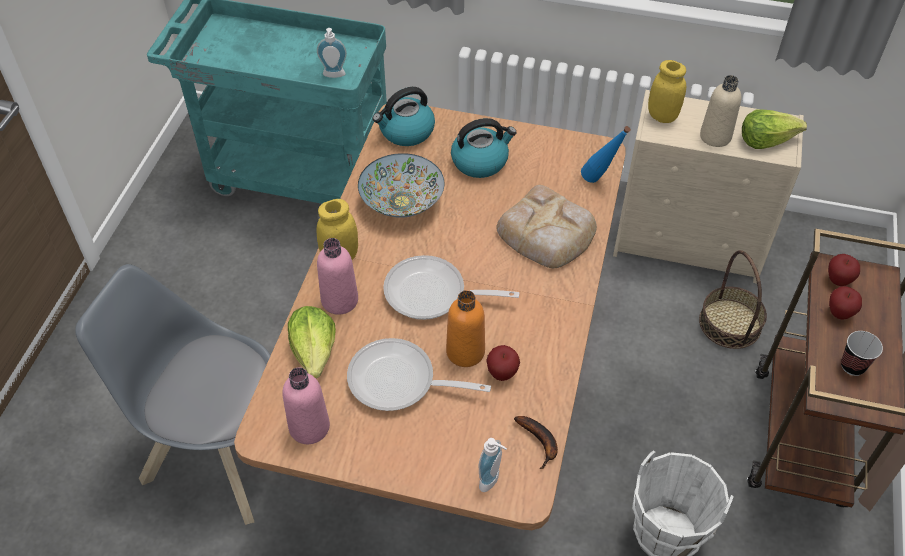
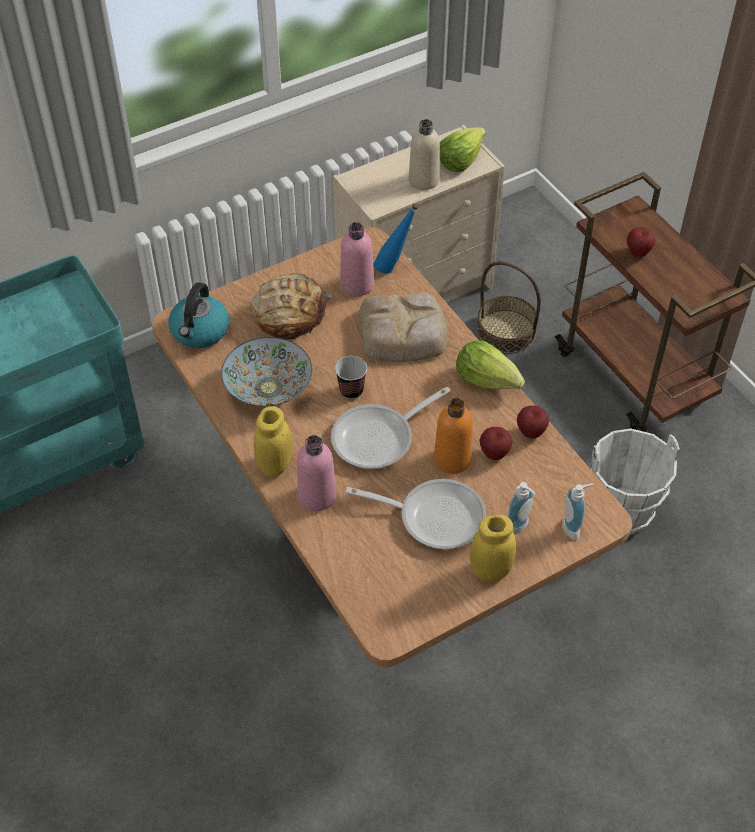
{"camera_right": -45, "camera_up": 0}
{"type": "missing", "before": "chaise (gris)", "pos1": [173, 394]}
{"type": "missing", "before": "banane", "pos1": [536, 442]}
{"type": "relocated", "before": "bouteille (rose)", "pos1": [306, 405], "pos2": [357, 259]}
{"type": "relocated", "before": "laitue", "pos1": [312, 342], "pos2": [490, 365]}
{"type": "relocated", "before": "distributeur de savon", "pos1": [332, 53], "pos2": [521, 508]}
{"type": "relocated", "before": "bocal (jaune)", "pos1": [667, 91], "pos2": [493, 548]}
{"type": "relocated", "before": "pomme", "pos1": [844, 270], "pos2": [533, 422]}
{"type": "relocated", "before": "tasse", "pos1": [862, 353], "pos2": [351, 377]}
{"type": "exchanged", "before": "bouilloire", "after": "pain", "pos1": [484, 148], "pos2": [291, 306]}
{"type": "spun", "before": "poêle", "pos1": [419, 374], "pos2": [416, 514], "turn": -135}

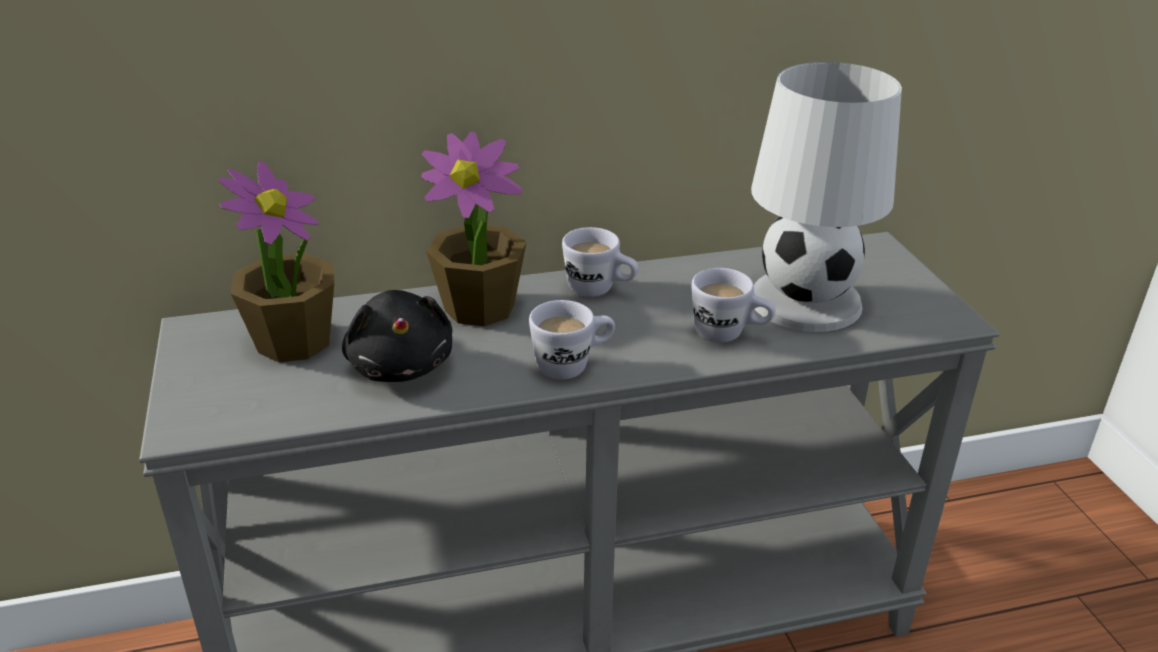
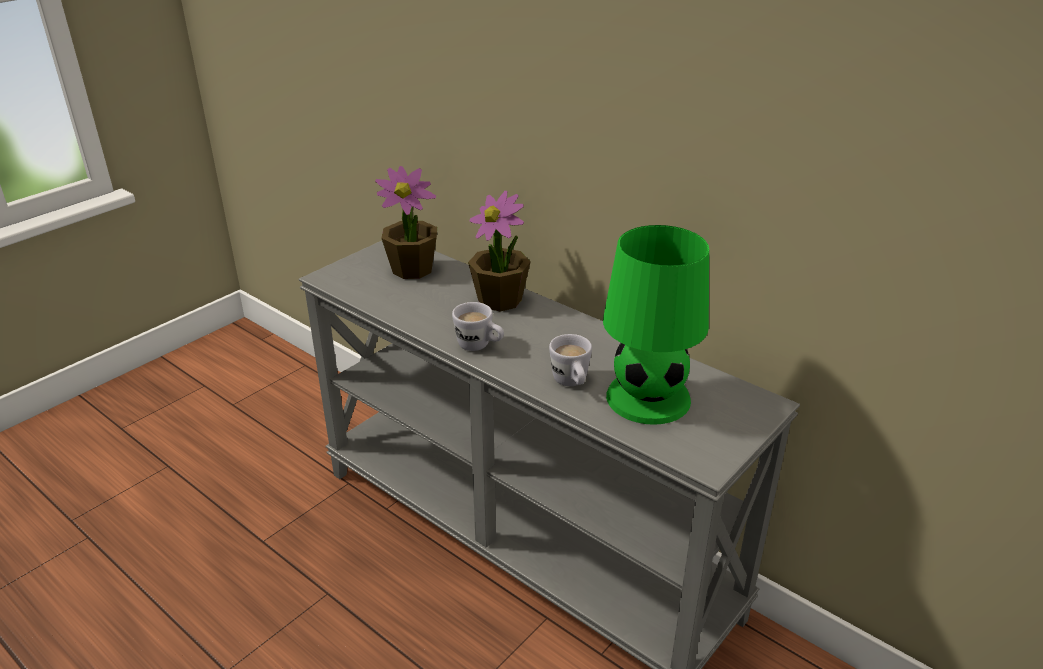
{"camera_right": 55, "camera_up": 0}
{"type": "missing", "before": "peluche (noir)", "pos1": [397, 336]}
{"type": "missing", "before": "mug (blanc)", "pos1": [600, 262]}
{"type": "colour", "before": "lampe de table (blanc)", "after": "lampe de table (vert)", "pos1": [826, 197], "pos2": [656, 325]}

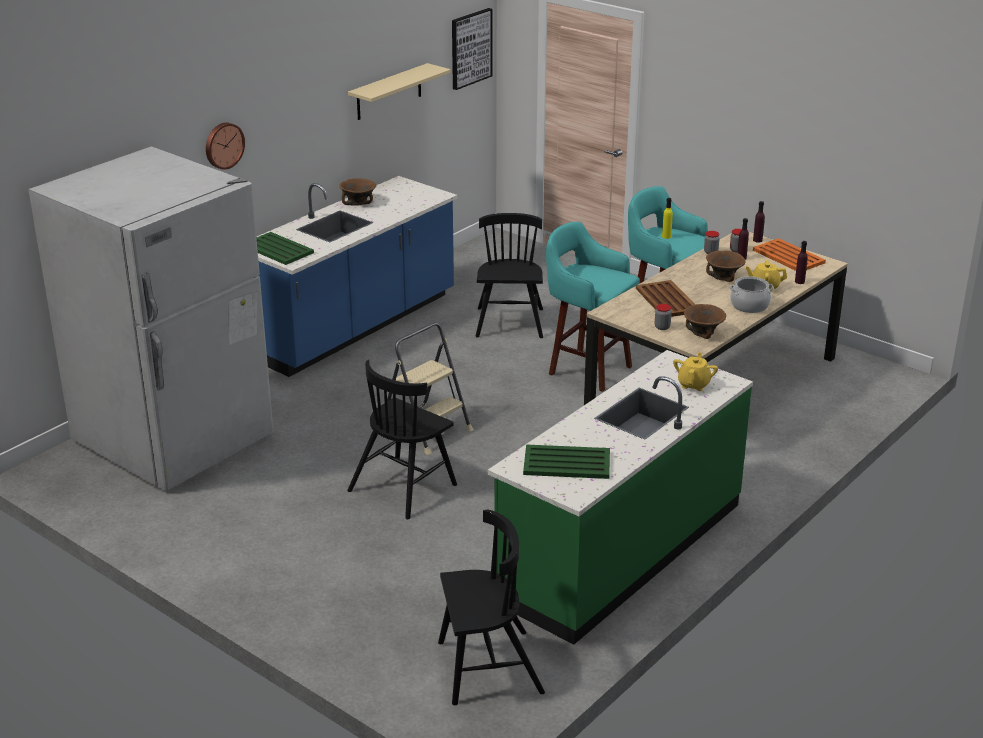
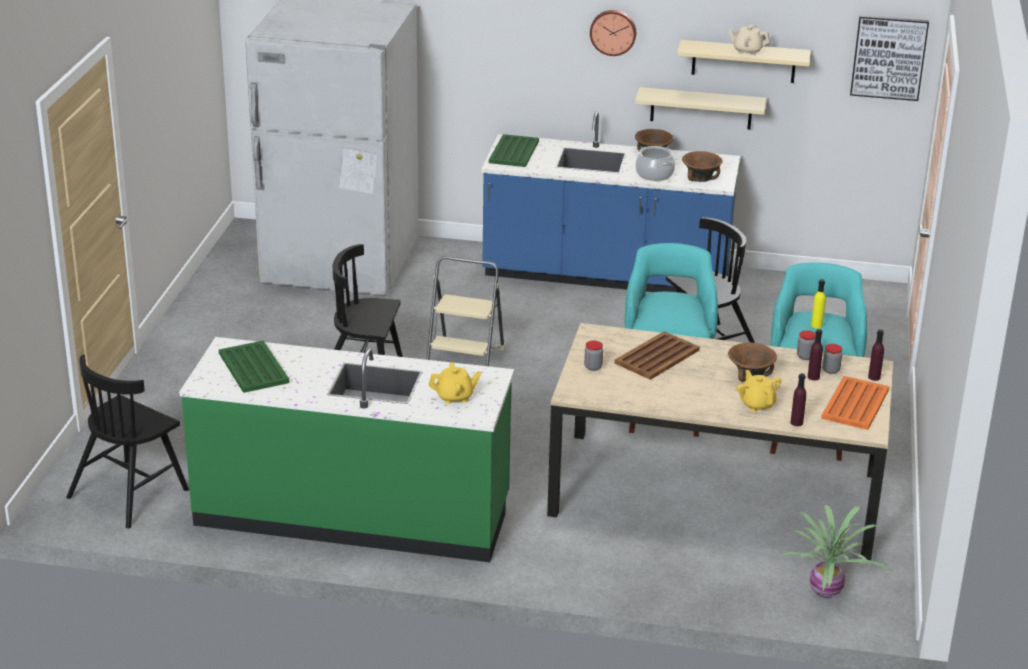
{"camera_right": 60, "camera_up": 0}
{"type": "appeared", "after": "étagère (beige)", "pos2": [701, 108]}
{"type": "appeared", "after": "théière (beige)", "pos2": [749, 40]}
{"type": "appeared", "after": "plante en pot", "pos2": [836, 551]}
{"type": "relocated", "before": "horloge murale", "pos1": [225, 146], "pos2": [613, 33]}
{"type": "relocated", "before": "bol (marron)", "pos1": [705, 321], "pos2": [702, 166]}
{"type": "relocated", "before": "marmite", "pos1": [751, 294], "pos2": [655, 163]}
{"type": "spun", "before": "chaise (noir)", "pos1": [491, 607], "pos2": [127, 441], "turn": 75}

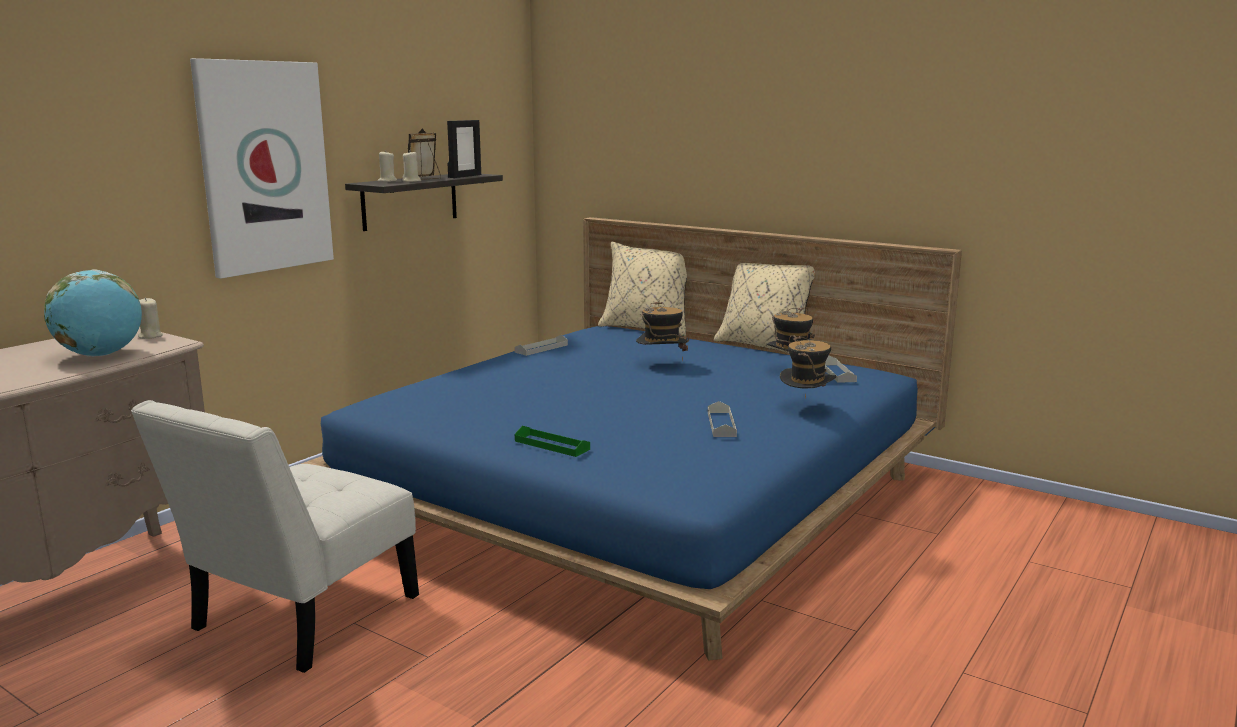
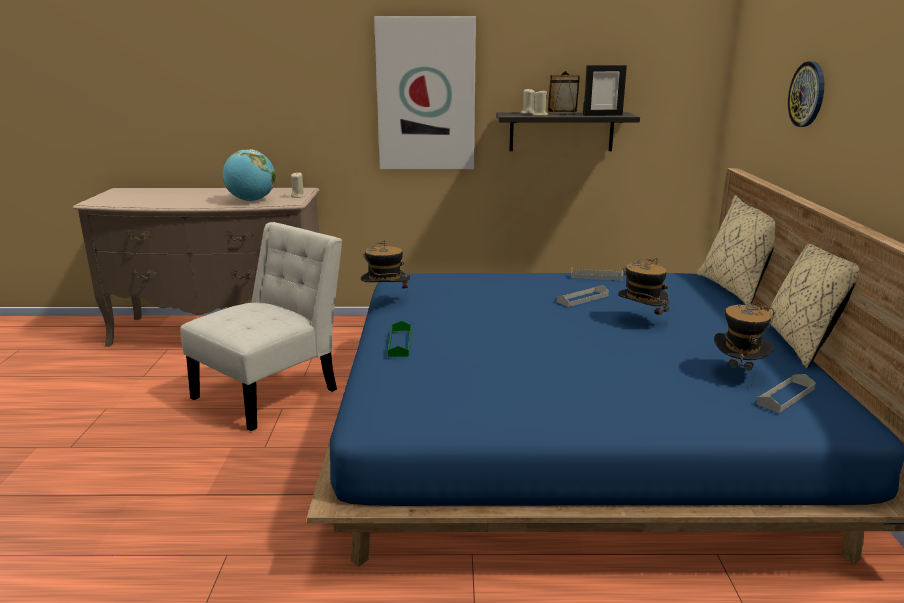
{"camera_right": 55, "camera_up": 5}
{"type": "appeared", "after": "horloge murale", "pos2": [806, 94]}
{"type": "relocated", "before": "plateau (gris)", "pos1": [722, 419], "pos2": [583, 296]}
{"type": "relocated", "before": "chapeau", "pos1": [808, 367], "pos2": [385, 264]}
{"type": "spun", "before": "chaise (blanc)", "pos1": [275, 536], "pos2": [261, 326], "turn": 135}

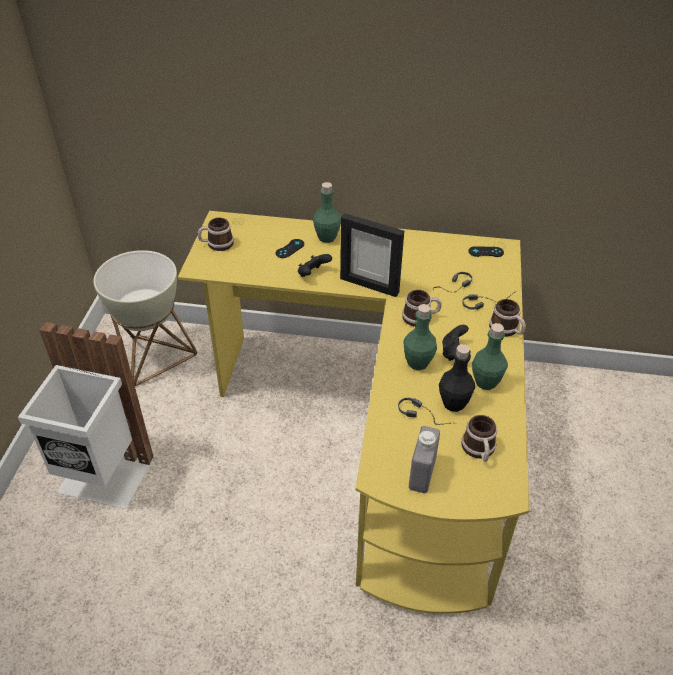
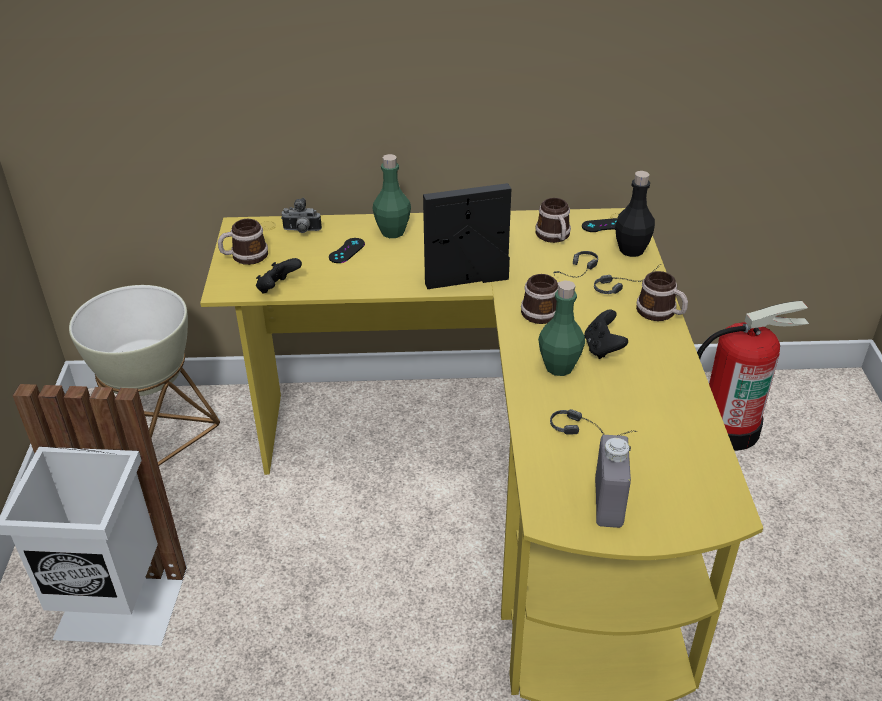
{"camera_right": -10, "camera_up": -5}
{"type": "missing", "before": "bouteille (vert)", "pos1": [490, 356]}
{"type": "appeared", "after": "appareil photo", "pos2": [301, 215]}
{"type": "appeared", "after": "extincteur", "pos2": [753, 376]}
{"type": "relocated", "before": "manette (noir)", "pos1": [315, 265], "pos2": [279, 276]}
{"type": "relocated", "before": "bouteille (noir)", "pos1": [457, 378], "pos2": [635, 214]}
{"type": "relocated", "before": "mug", "pos1": [479, 438], "pos2": [553, 220]}
{"type": "spun", "before": "cadre photo", "pos1": [372, 255], "pos2": [467, 236], "turn": 150}

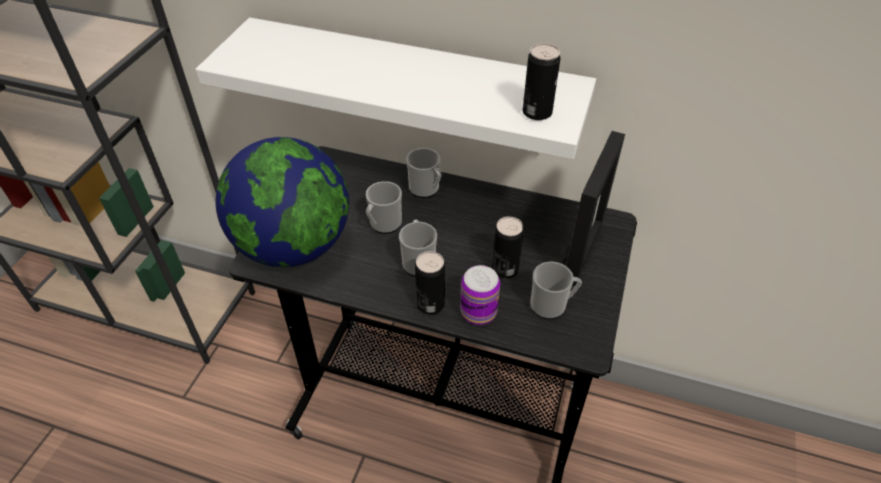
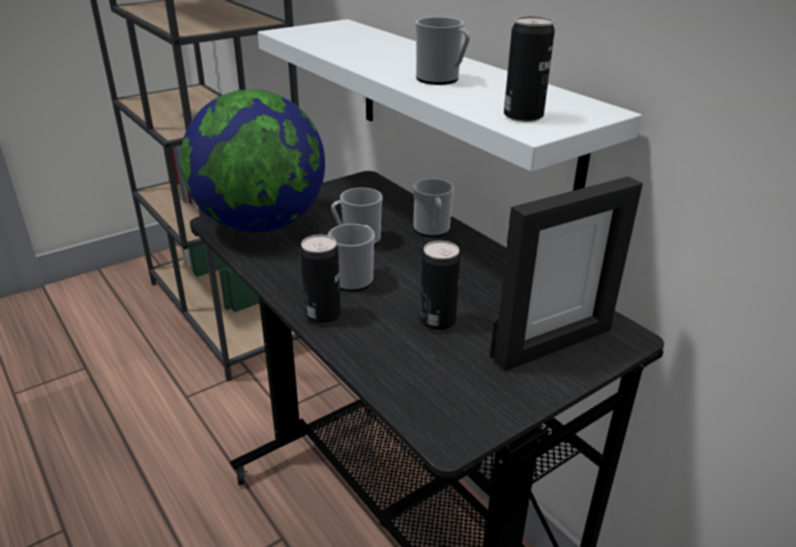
{"camera_right": 35, "camera_up": -15}
{"type": "missing", "before": "boîte métallique", "pos1": [480, 295]}
{"type": "relocated", "before": "mug", "pos1": [556, 290], "pos2": [442, 51]}

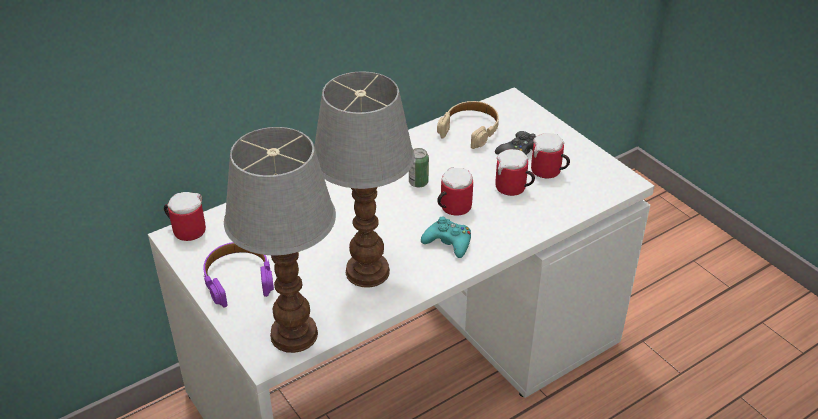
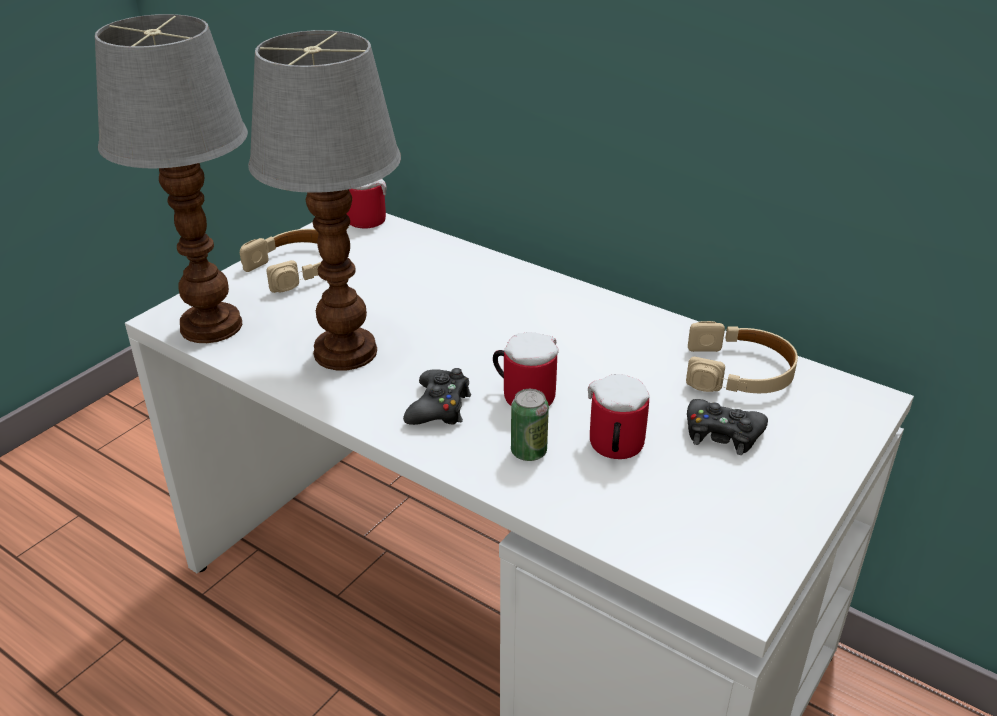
{"camera_right": 70, "camera_up": -5}
{"type": "missing", "before": "mug", "pos1": [550, 155]}
{"type": "relocated", "before": "boîte métallique", "pos1": [419, 167], "pos2": [530, 425]}
{"type": "colour", "before": "casque audio (violet)", "after": "casque audio (beige)", "pos1": [238, 274], "pos2": [280, 261]}
{"type": "colour", "before": "manette (turquoise)", "after": "manette (noir)", "pos1": [446, 237], "pos2": [437, 396]}

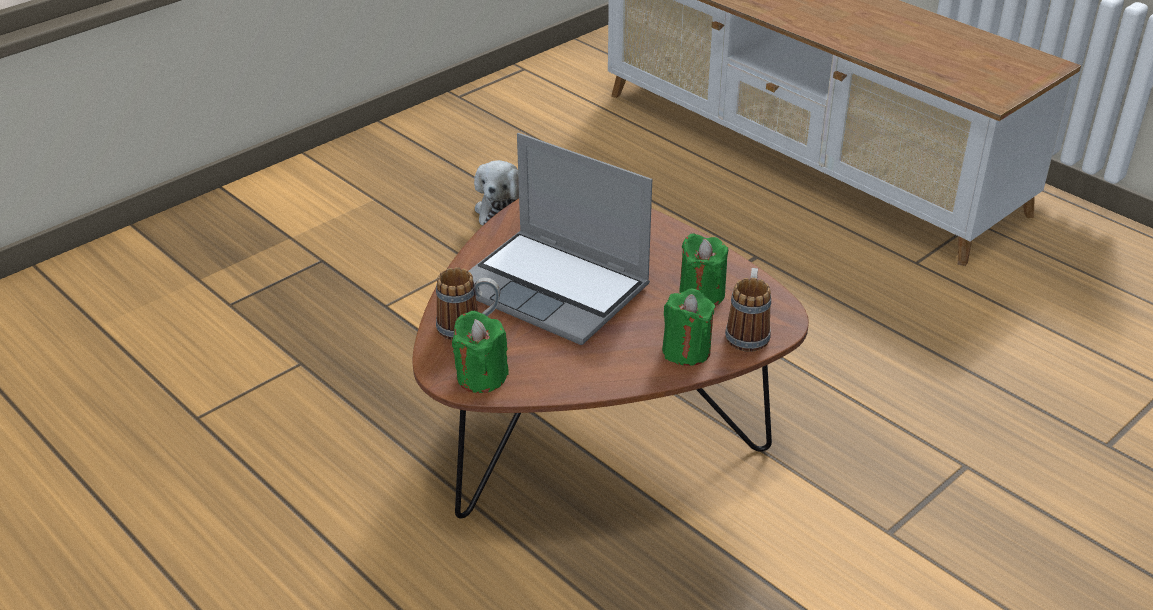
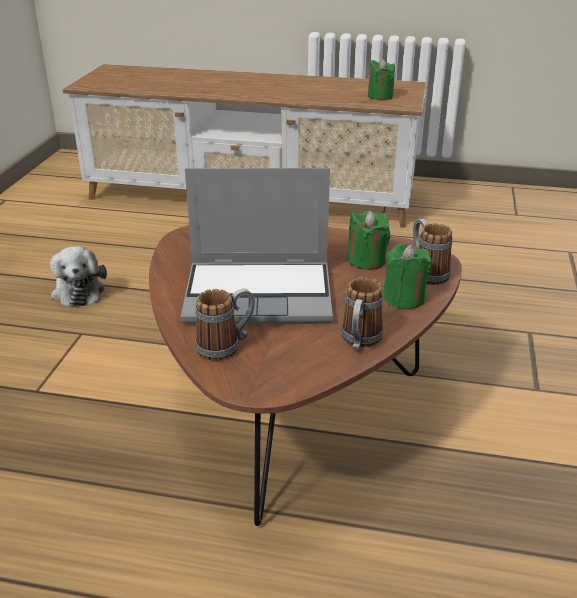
{"camera_right": -35, "camera_up": -5}
{"type": "appeared", "after": "mug", "pos2": [362, 313]}
{"type": "relocated", "before": "bougie (vert)", "pos1": [480, 351], "pos2": [381, 79]}

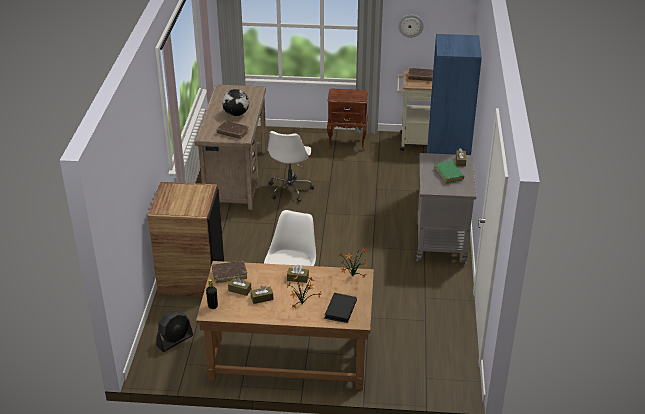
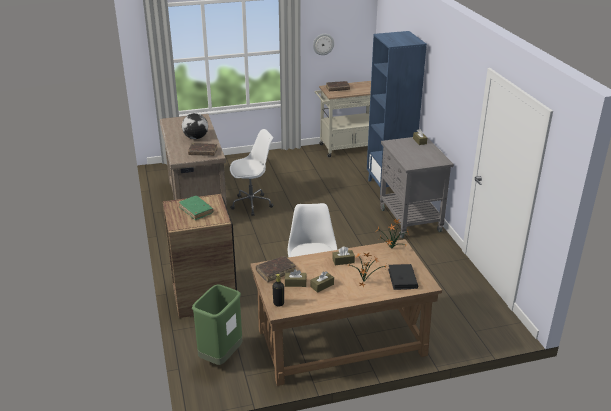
{"camera_right": -20, "camera_up": -5}
{"type": "missing", "before": "table de chevet (marron)", "pos1": [347, 120]}
{"type": "relocated", "before": "livre (vert)", "pos1": [449, 172], "pos2": [196, 208]}
{"type": "exchanged", "before": "ventilateur (noir)", "after": "poubelle (vert)", "pos1": [174, 331], "pos2": [217, 324]}
{"type": "spun", "before": "chaise de bureau (blanc)", "pos1": [290, 166], "pos2": [251, 172], "turn": -105}

